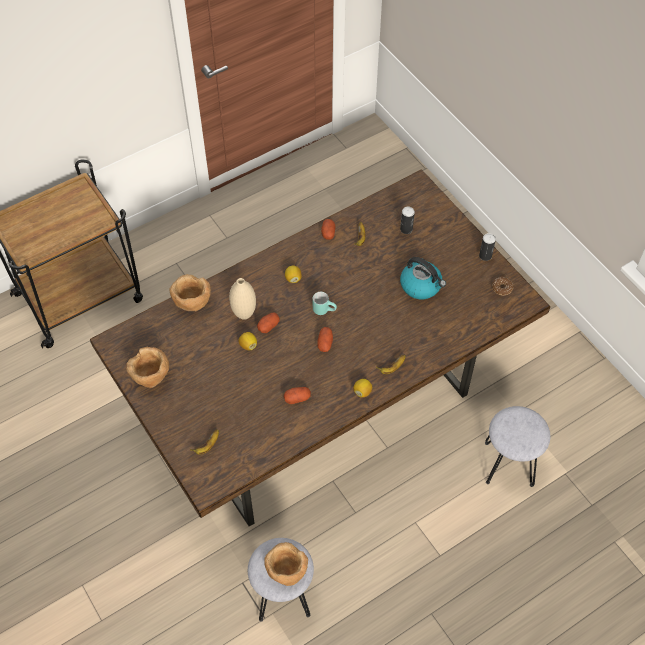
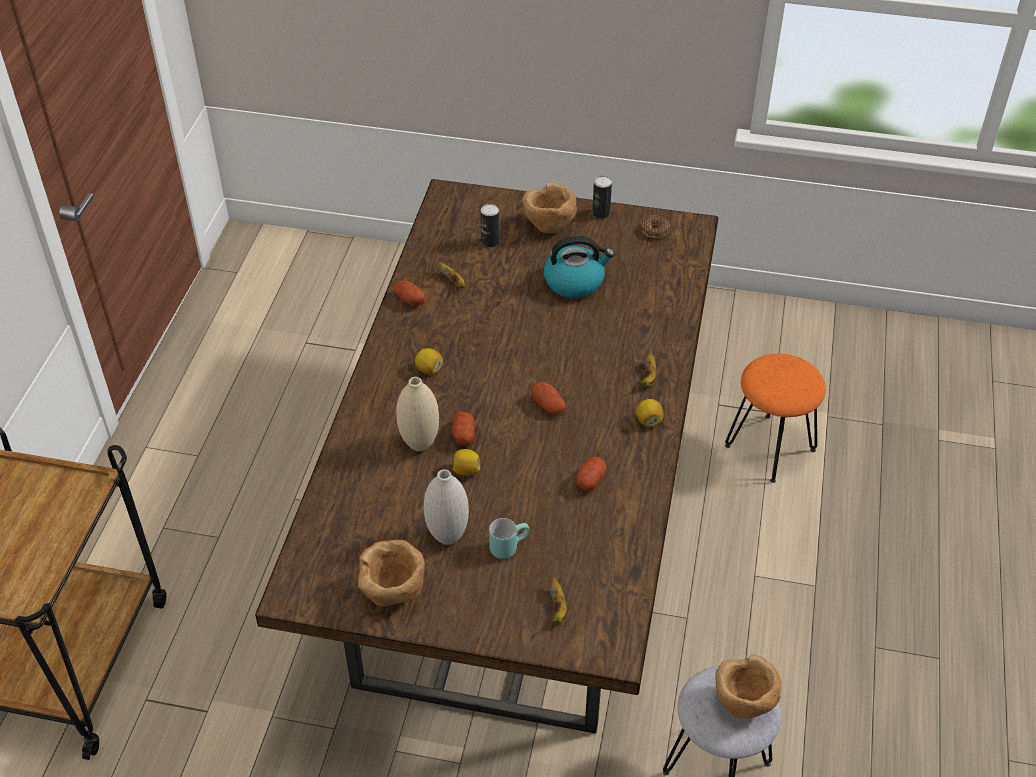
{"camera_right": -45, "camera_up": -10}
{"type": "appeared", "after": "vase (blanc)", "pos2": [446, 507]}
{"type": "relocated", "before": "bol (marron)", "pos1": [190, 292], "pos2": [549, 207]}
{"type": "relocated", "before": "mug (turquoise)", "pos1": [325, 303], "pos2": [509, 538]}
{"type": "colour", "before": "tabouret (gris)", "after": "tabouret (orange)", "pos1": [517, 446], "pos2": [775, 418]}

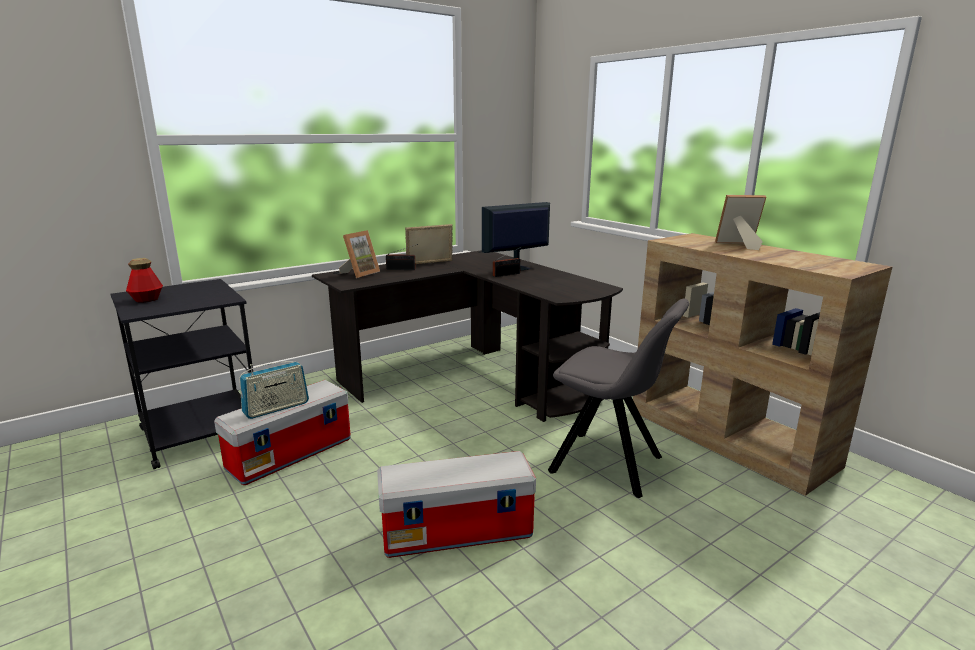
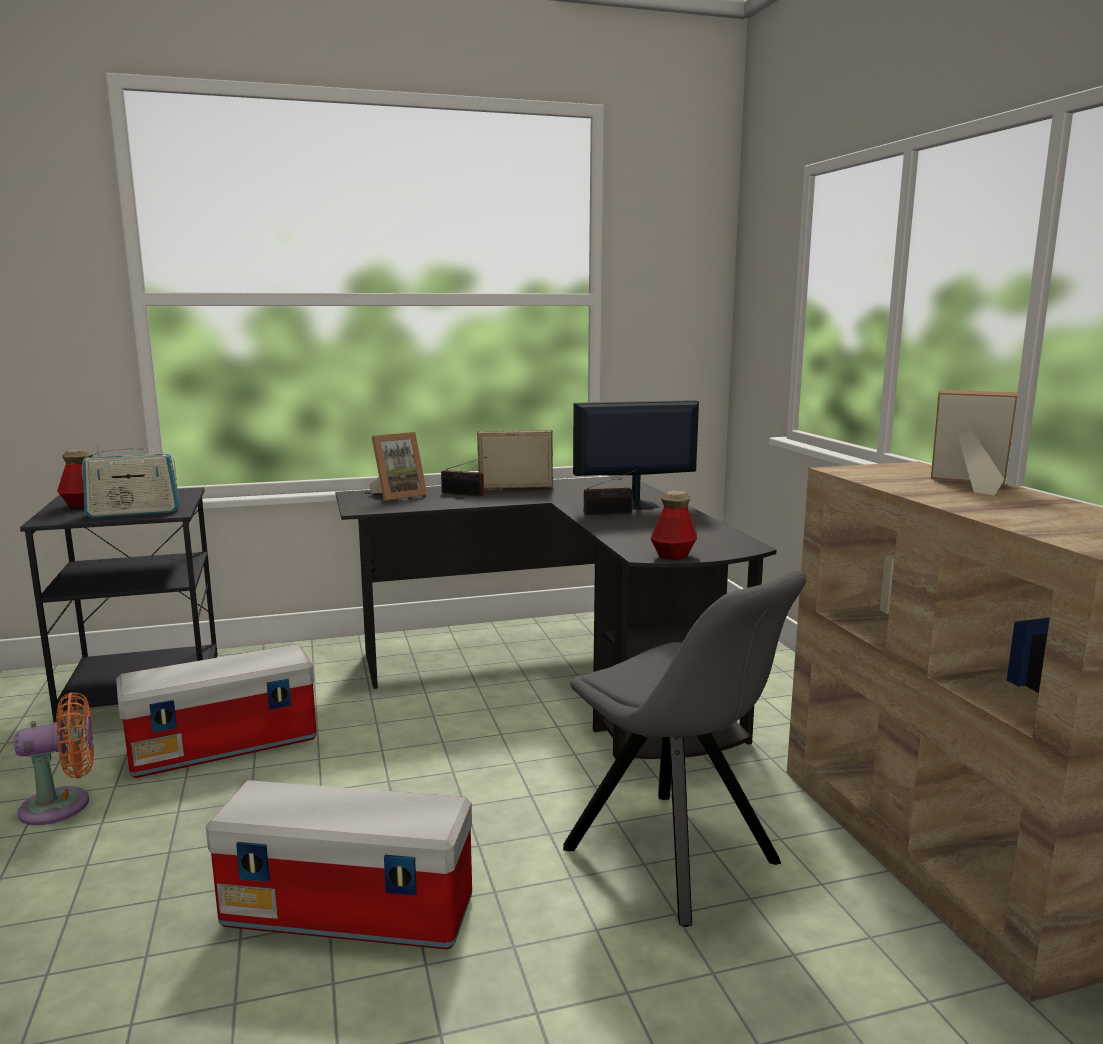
{"camera_right": 20, "camera_up": -5}
{"type": "appeared", "after": "ventilateur (orange)", "pos2": [54, 758]}
{"type": "appeared", "after": "bouteille", "pos2": [674, 525]}
{"type": "relocated", "before": "radio", "pos1": [274, 390], "pos2": [131, 480]}

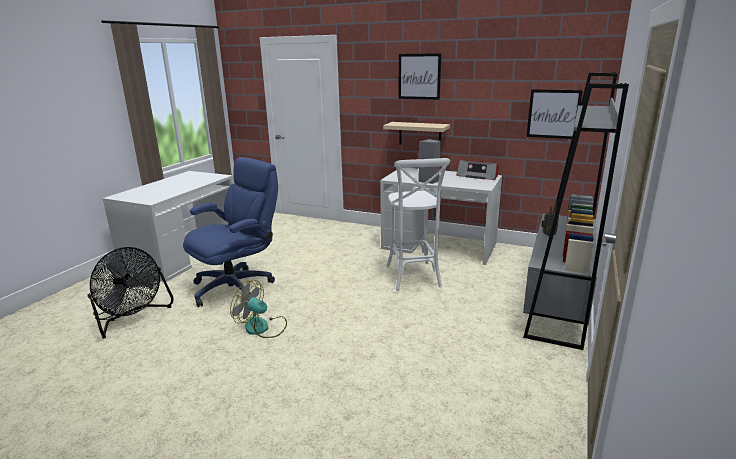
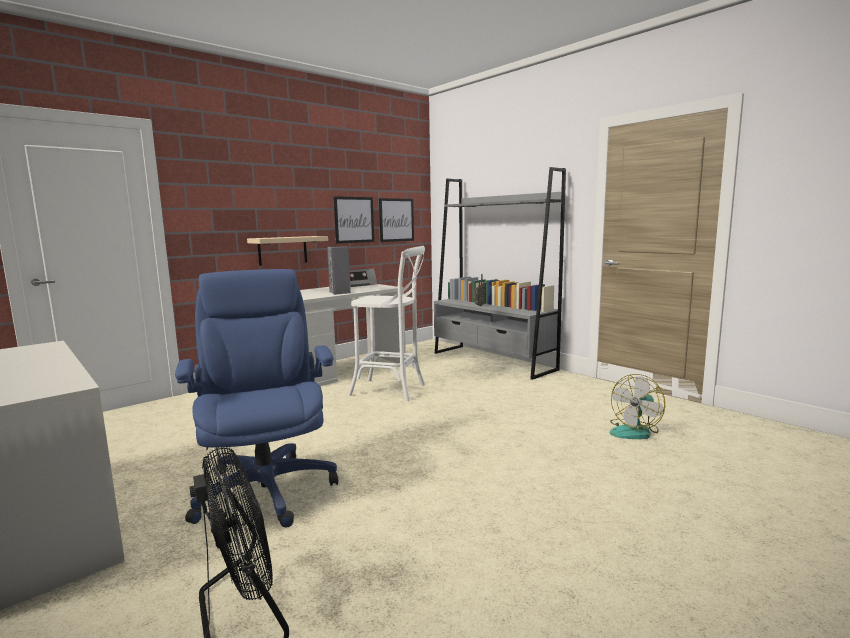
{"camera_right": -65, "camera_up": -10}
{"type": "relocated", "before": "ventilateur", "pos1": [258, 309], "pos2": [637, 406]}
{"type": "relocated", "before": "tableau", "pos1": [420, 76], "pos2": [354, 220]}

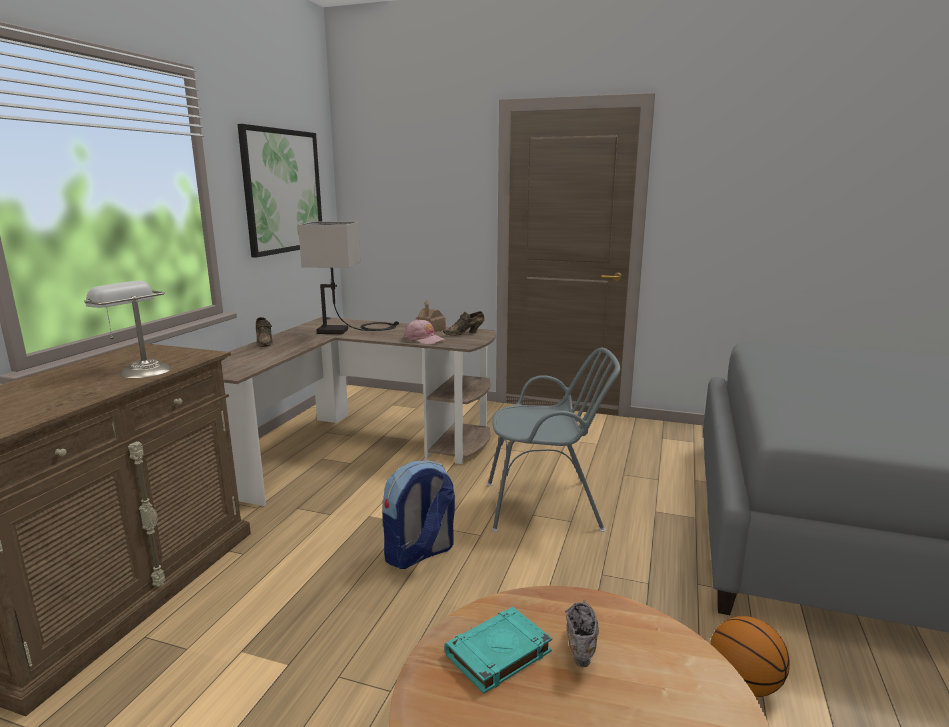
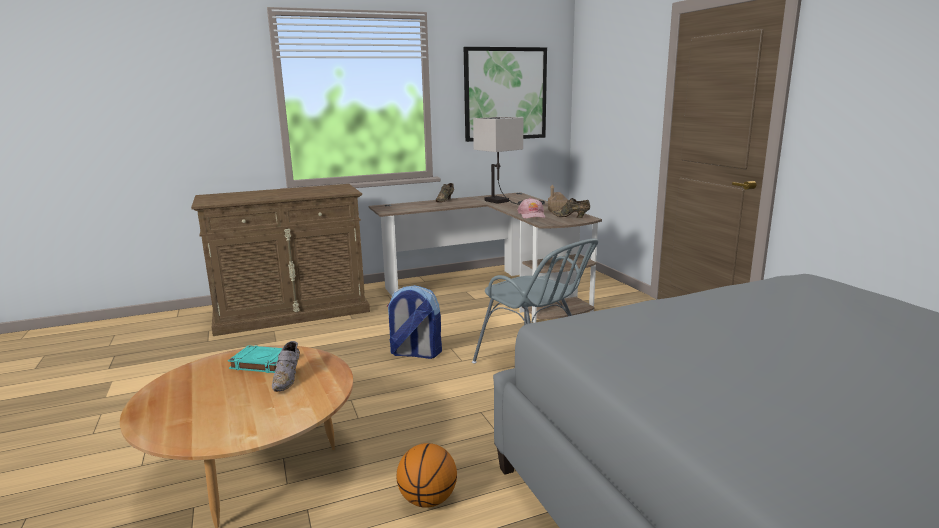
{"camera_right": 50, "camera_up": 0}
{"type": "missing", "before": "lampe de table (blanc)", "pos1": [127, 329]}
{"type": "spun", "before": "chaussure (gris)", "pos1": [582, 633], "pos2": [286, 366], "turn": 120}

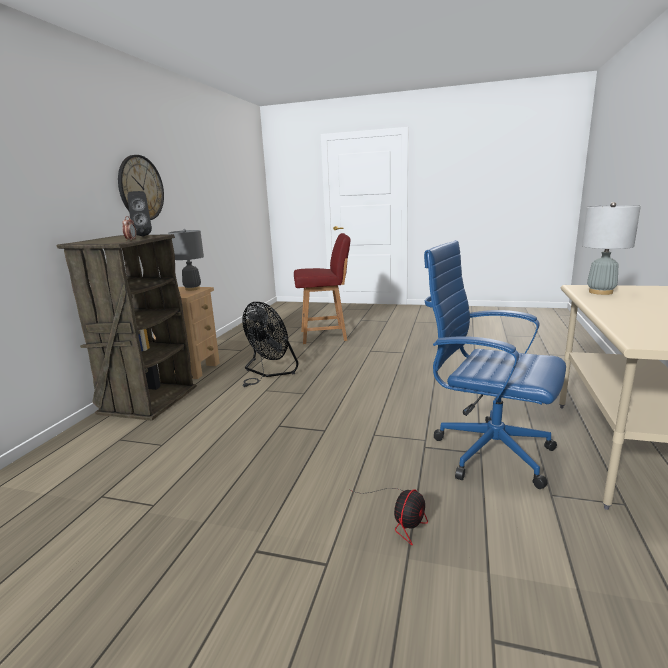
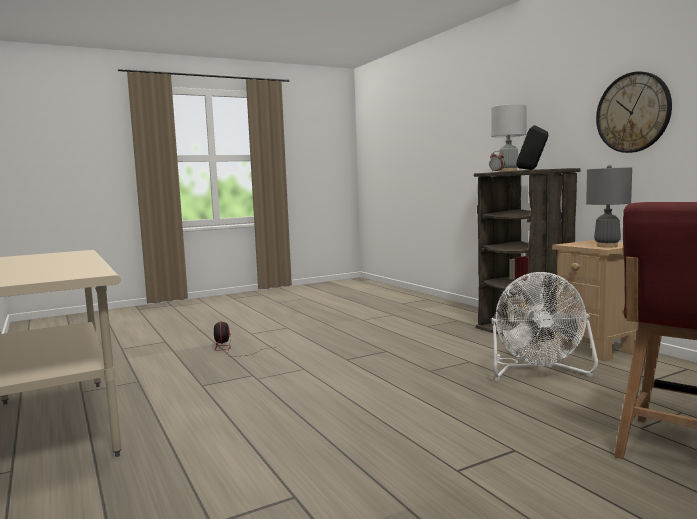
{"camera_right": 135, "camera_up": -10}
{"type": "missing", "before": "chaise de bureau (bleu)", "pos1": [495, 364]}
{"type": "relocated", "before": "lampe de table (gris)", "pos1": [611, 248], "pos2": [509, 138]}
{"type": "colour", "before": "ventilateur (noir)", "after": "ventilateur (blanc)", "pos1": [270, 344], "pos2": [545, 326]}

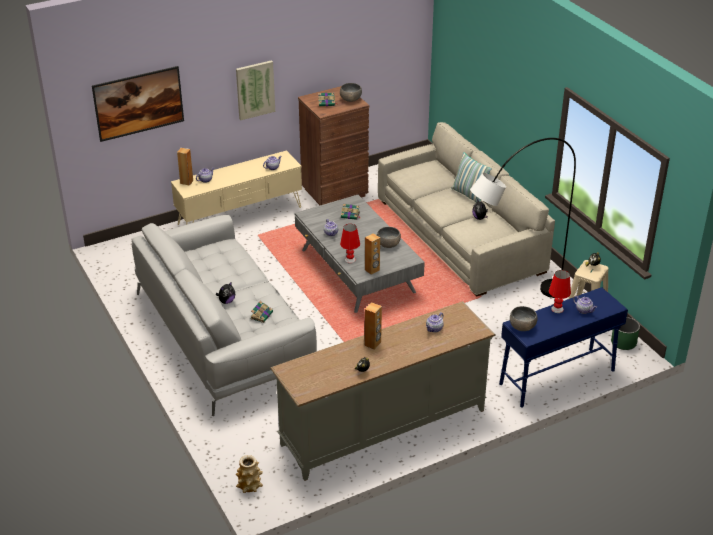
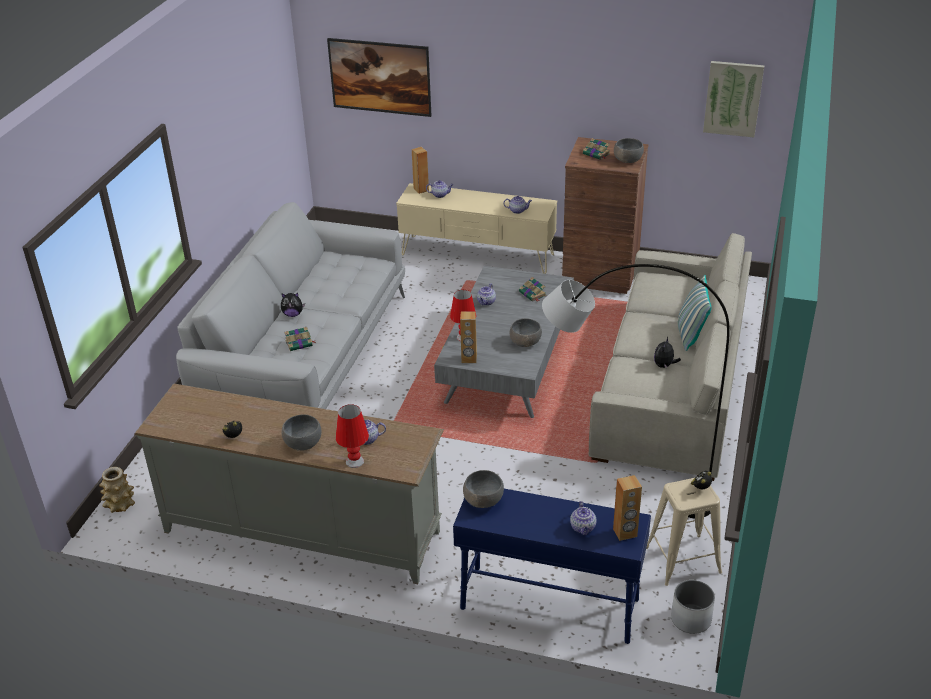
{"camera_right": 45, "camera_up": 0}
{"type": "appeared", "after": "bol (gris)", "pos2": [301, 432]}
{"type": "relocated", "before": "tableau", "pos1": [255, 90], "pos2": [734, 99]}
{"type": "relocated", "before": "enceinte (marron)", "pos1": [373, 326], "pos2": [627, 508]}
{"type": "relocated", "before": "lampe de table (rouge)", "pos1": [560, 291], "pos2": [352, 436]}
{"type": "colour", "before": "cache-pot (vert)", "after": "cache-pot (blanc)", "pos1": [625, 333], "pos2": [693, 607]}

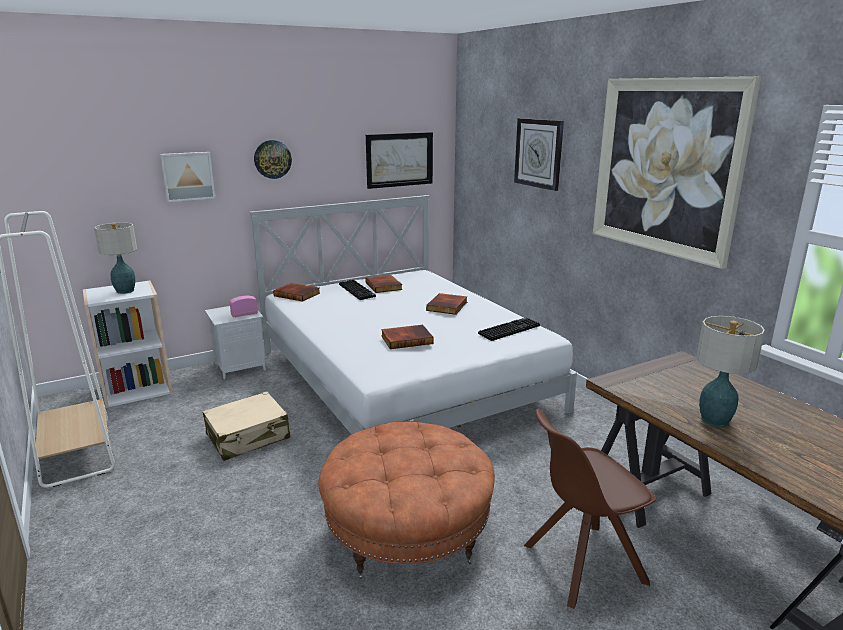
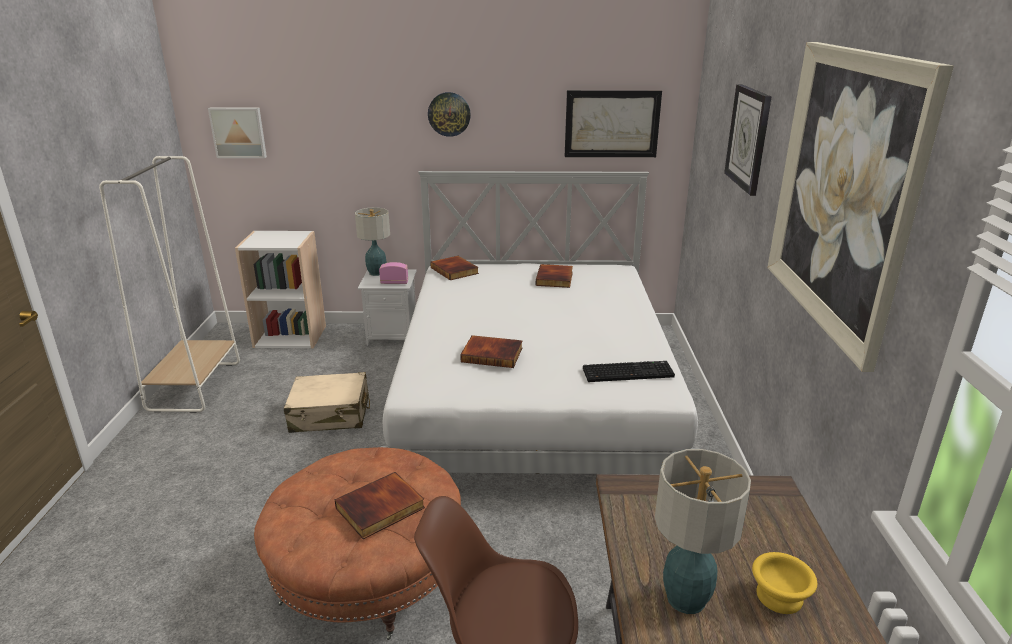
{"camera_right": 30, "camera_up": 5}
{"type": "missing", "before": "clavier", "pos1": [357, 290]}
{"type": "appeared", "after": "bol (jaune)", "pos2": [784, 583]}
{"type": "relocated", "before": "lampe de table", "pos1": [115, 258], "pos2": [372, 241]}
{"type": "relocated", "before": "tableau", "pos1": [187, 177], "pos2": [237, 132]}
{"type": "relocated", "before": "livre", "pos1": [446, 304], "pos2": [379, 505]}

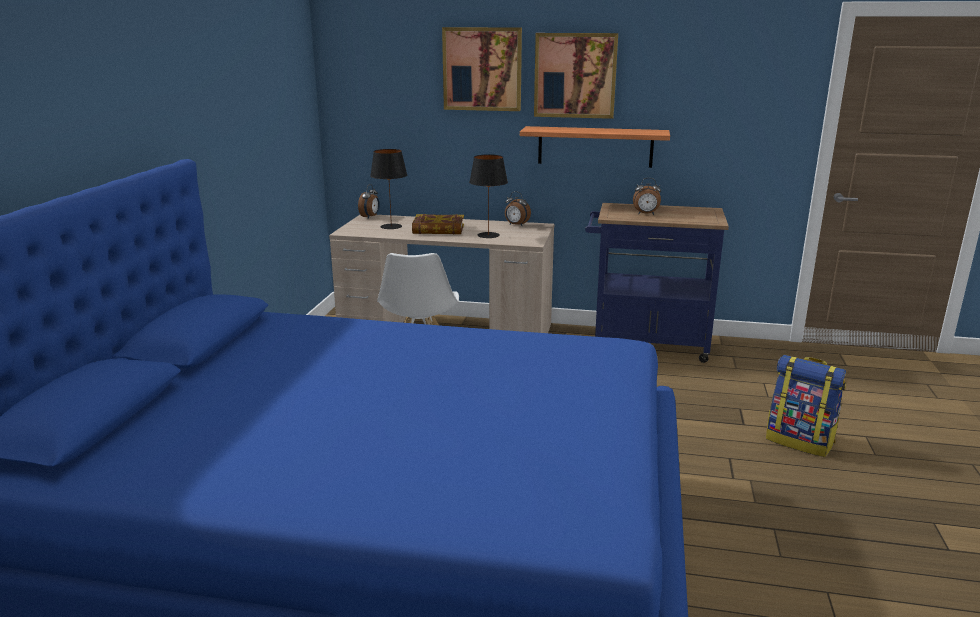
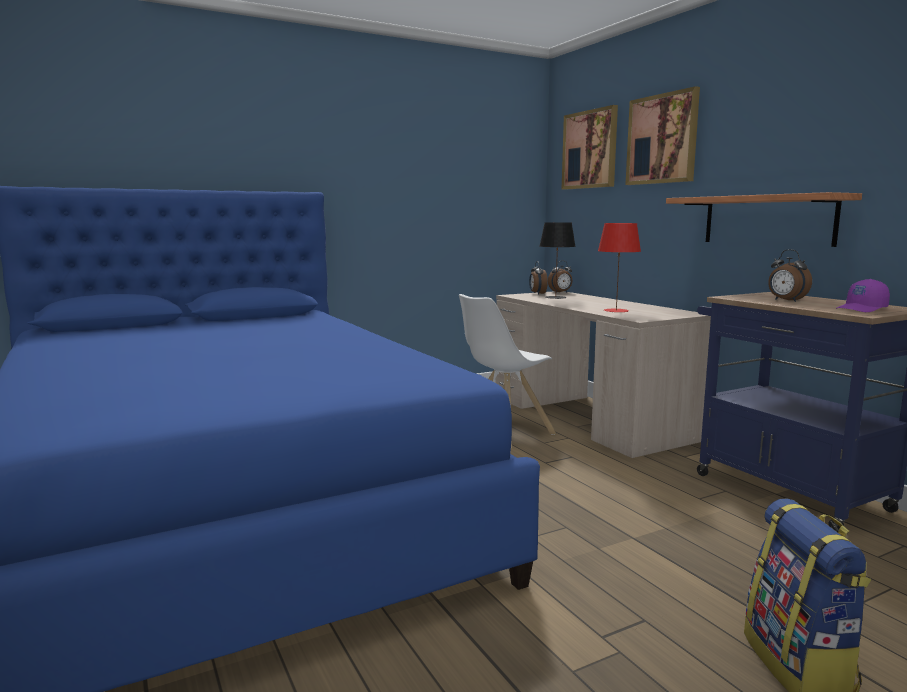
{"camera_right": 50, "camera_up": -10}
{"type": "missing", "before": "livre", "pos1": [438, 224]}
{"type": "appeared", "after": "casquette (violet)", "pos2": [863, 295]}
{"type": "relocated", "before": "réveil", "pos1": [518, 208], "pos2": [538, 278]}
{"type": "relocated", "before": "tableau", "pos1": [576, 76], "pos2": [590, 147]}
{"type": "colour", "before": "lampe de table (noir)", "after": "lampe de table (rouge)", "pos1": [488, 196], "pos2": [619, 267]}

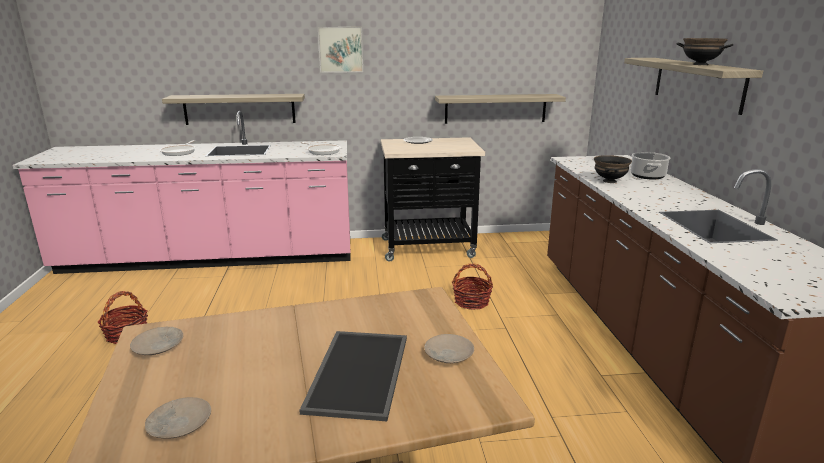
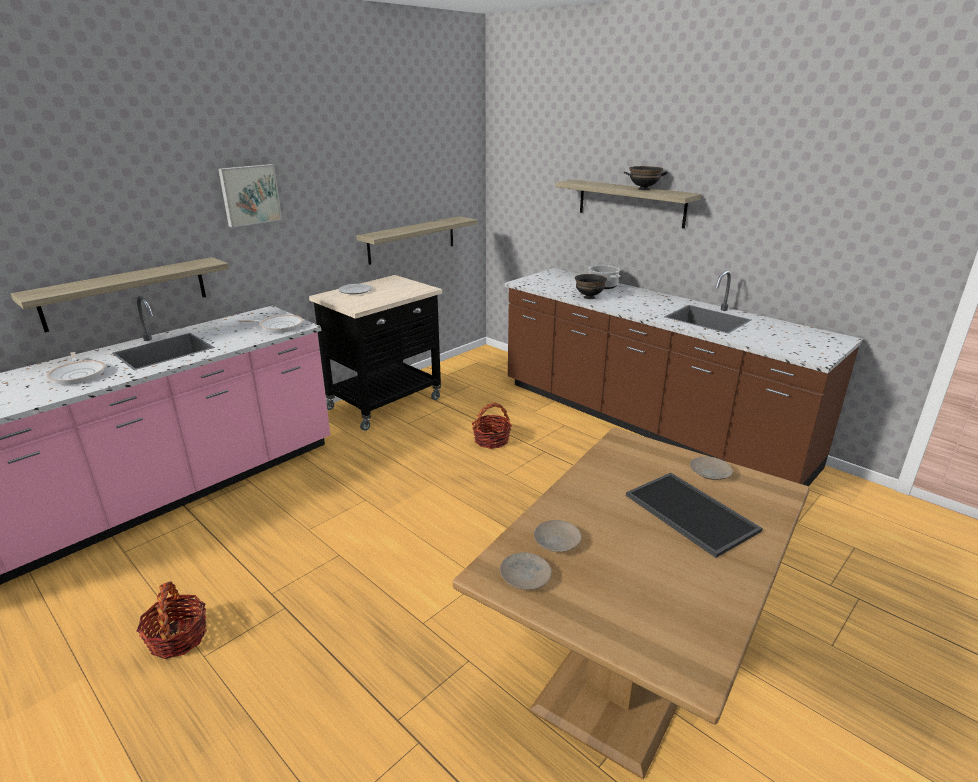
{"camera_right": -40, "camera_up": 5}
{"type": "relocated", "before": "assiette (beige)", "pos1": [178, 418], "pos2": [558, 536]}

